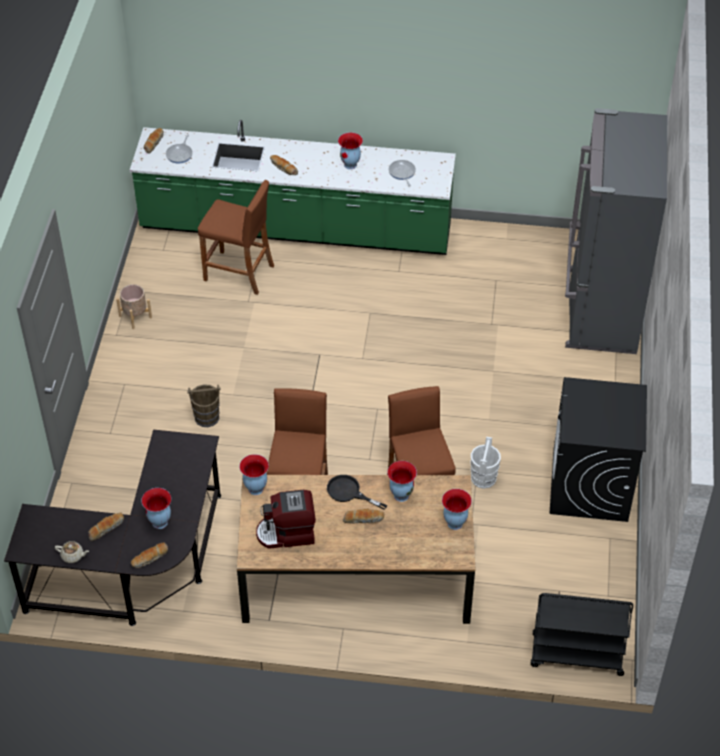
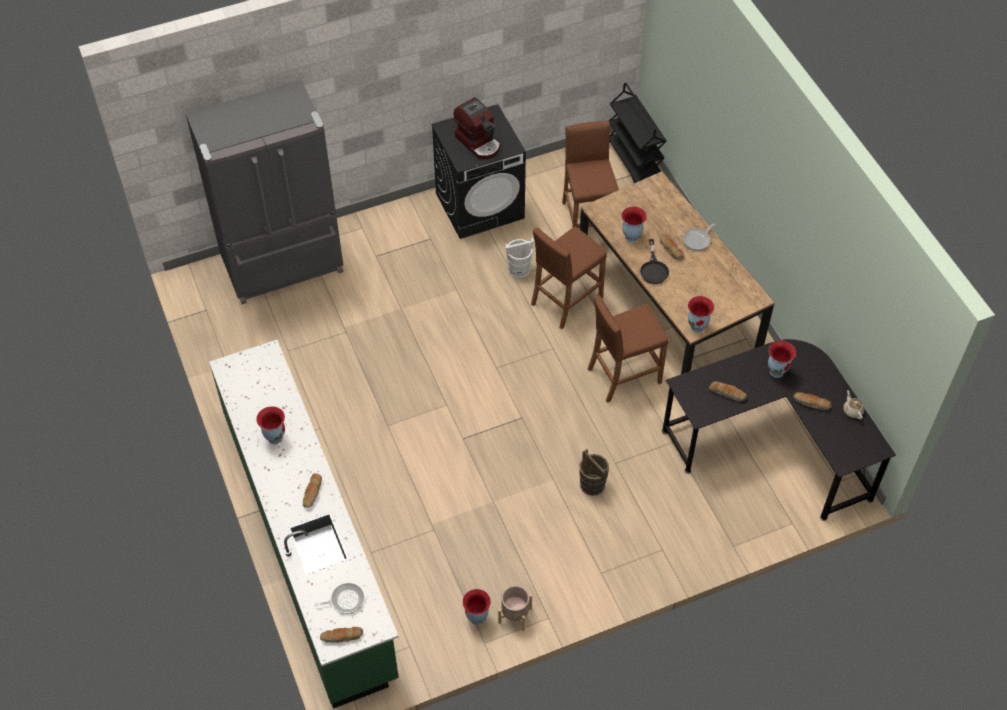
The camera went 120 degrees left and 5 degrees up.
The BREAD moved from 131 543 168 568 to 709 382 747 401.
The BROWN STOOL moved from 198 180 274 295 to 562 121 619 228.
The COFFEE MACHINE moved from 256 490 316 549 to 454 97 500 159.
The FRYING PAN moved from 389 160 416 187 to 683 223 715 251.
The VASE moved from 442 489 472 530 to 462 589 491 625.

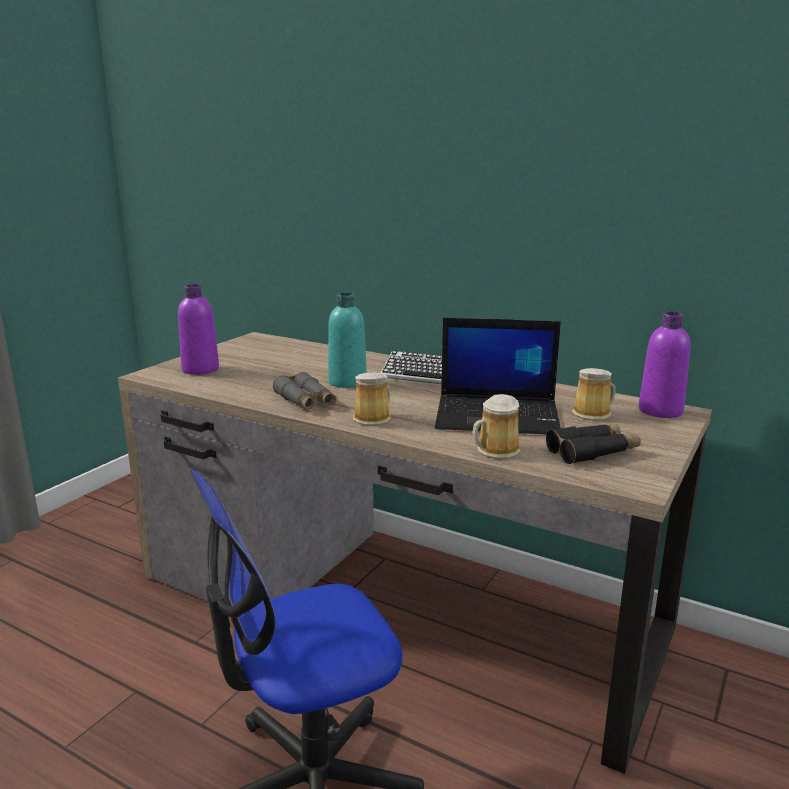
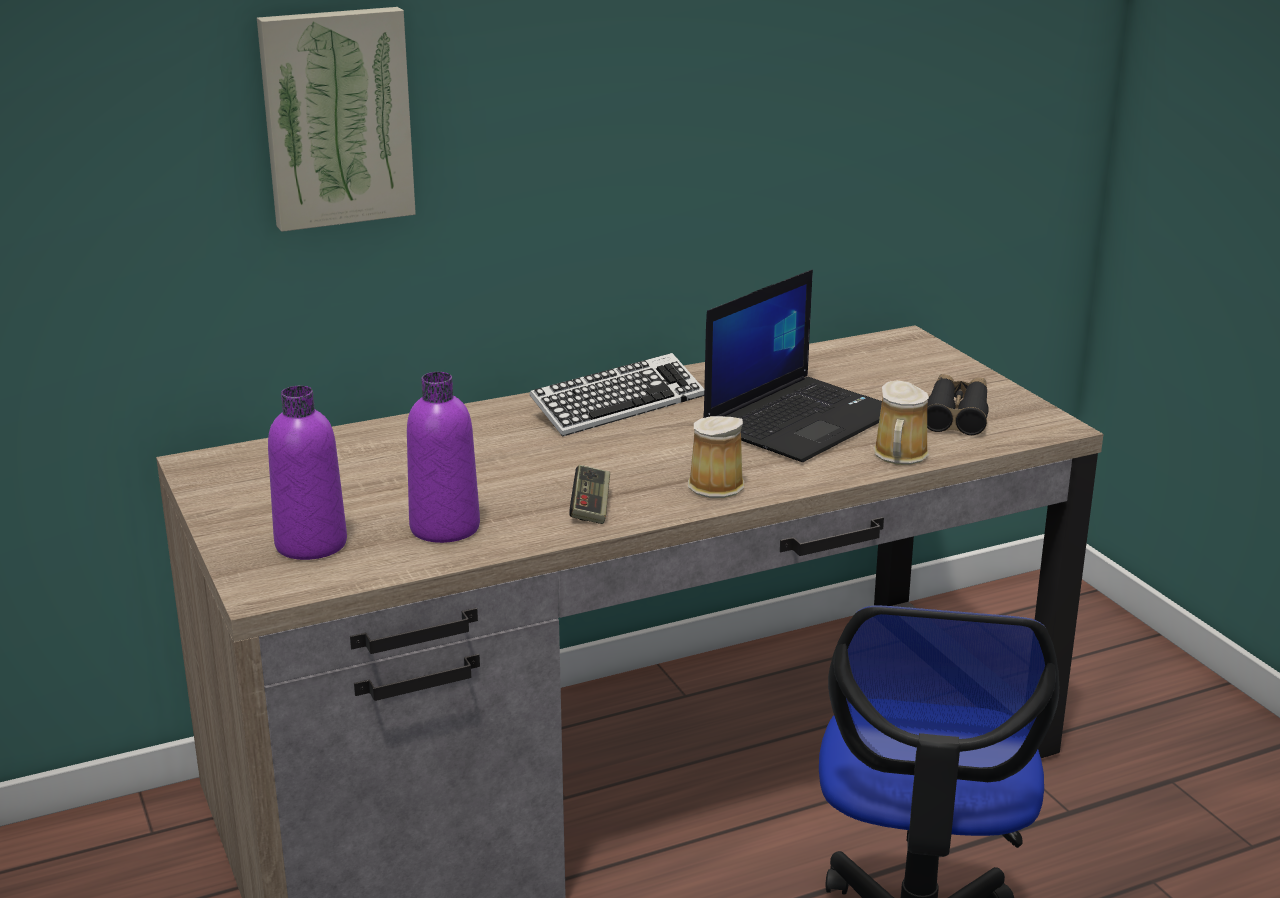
The camera went 55 degrees left and 5 degrees up.
The GREY BINOCULARS at 273 372 337 410 was replaced by the GAME CONTROLLER at 570 465 610 524.
The TURQUOISE BOTTLE at 328 293 367 388 disappeared.
The MUG at 573 368 616 421 disappeared.
The PURPLE BOTTLE moved from 639 312 691 418 to 407 372 480 543.
The PICTURE at 257 7 416 232 appeared.

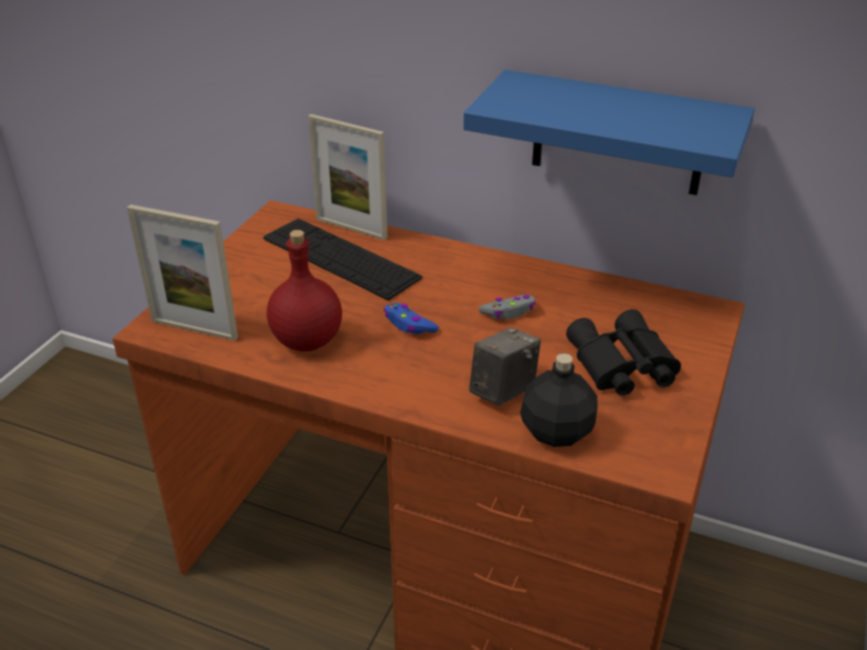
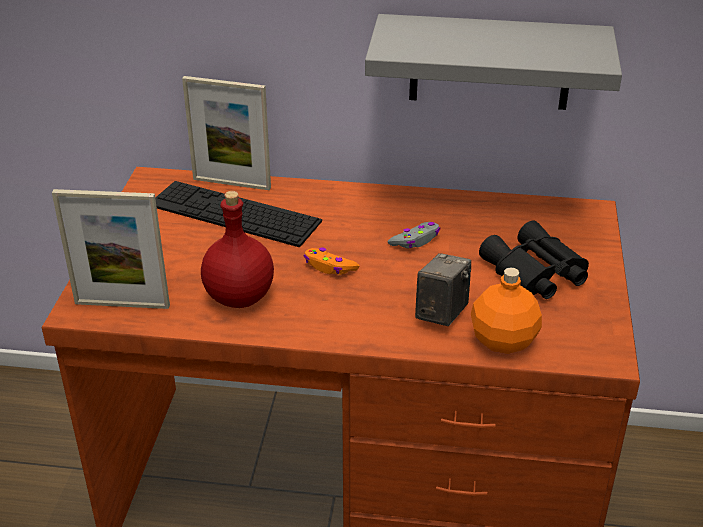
The camera went 15 degrees left and 0 degrees up.
The BLUE GAME CONTROLLER at 384 303 439 334 became the ORANGE GAME CONTROLLER at 304 248 360 275.
The BLUE SHELF at 463 70 755 195 became the GREY SHELF at 365 14 622 110.
The BLACK BOTTLE at 520 353 597 447 became the ORANGE BOTTLE at 471 267 542 354.

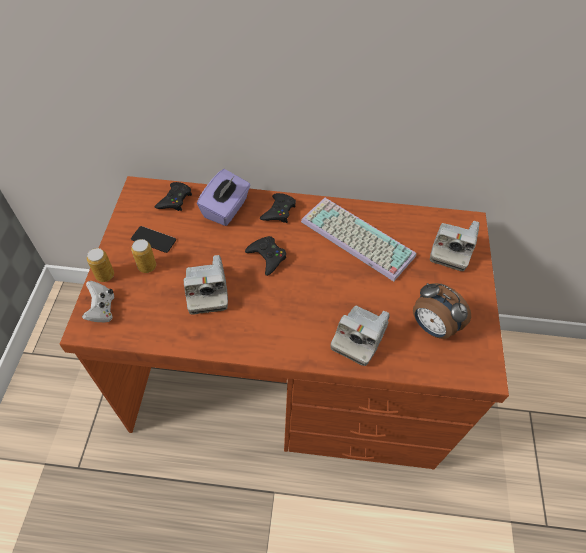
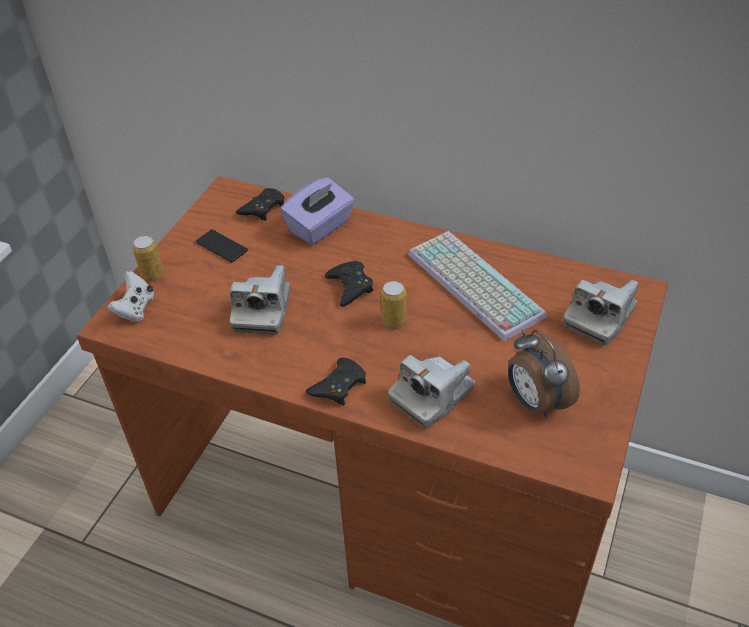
The camera went 20 degrees right and 10 degrees down.
The CAN moved from 131 239 156 273 to 381 281 406 328.
The BLACK GAME CONTROLLER moved from 260 193 296 223 to 306 358 366 406.

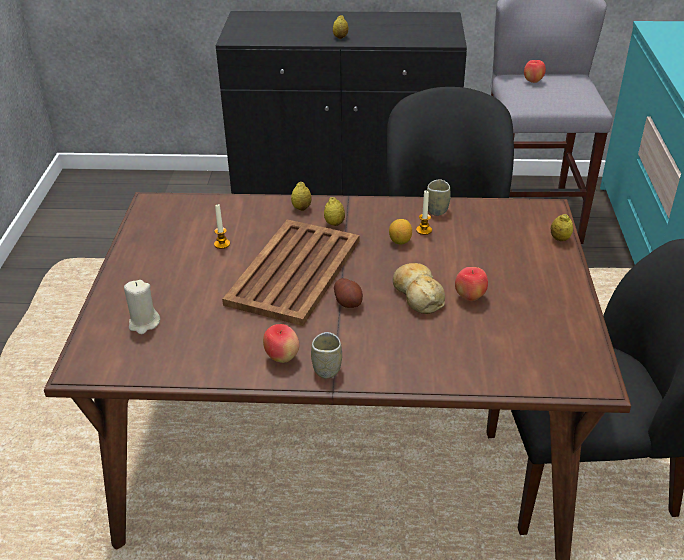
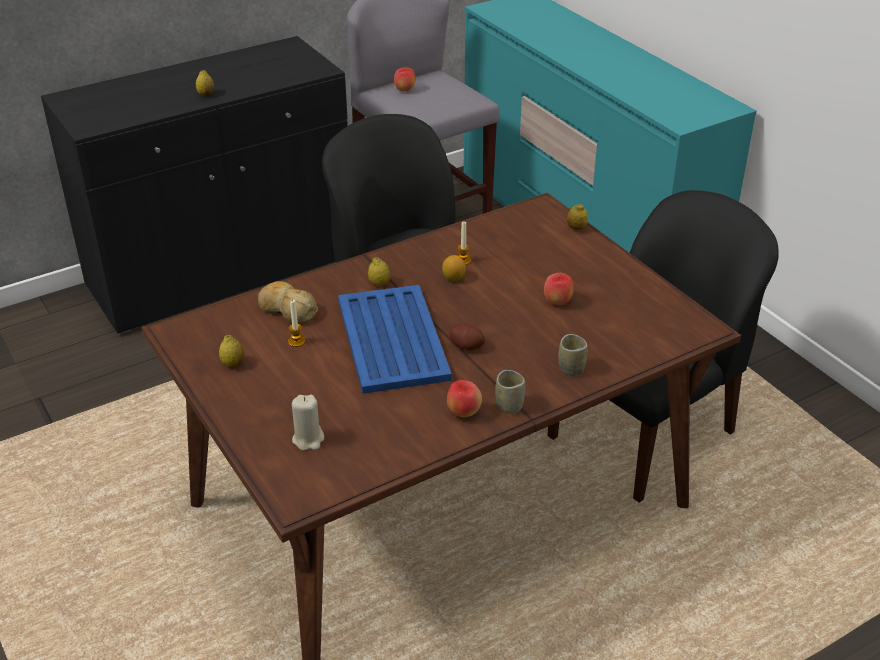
The camera went 35 degrees left and 0 degrees up.
The BROWN TRAY at 222 219 360 326 became the BLUE TRAY at 338 285 452 394.
The LEMON moved from 291 182 312 211 to 219 335 244 367.
The BREAD moved from 393 263 445 314 to 258 281 318 323.
The CUP moved from 427 179 451 216 to 558 334 588 376.

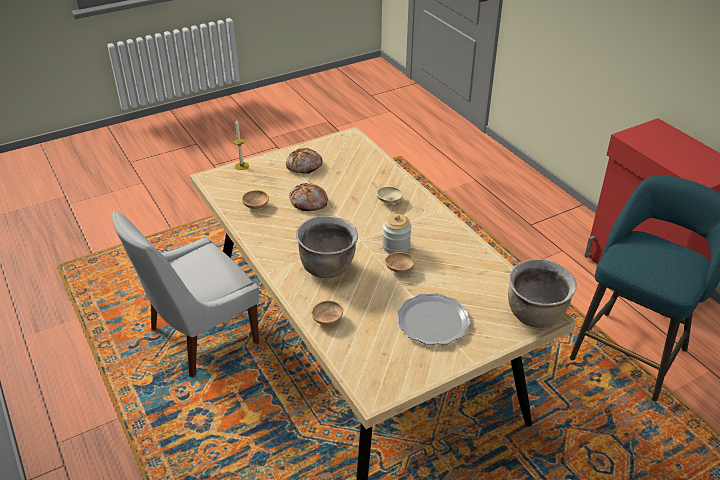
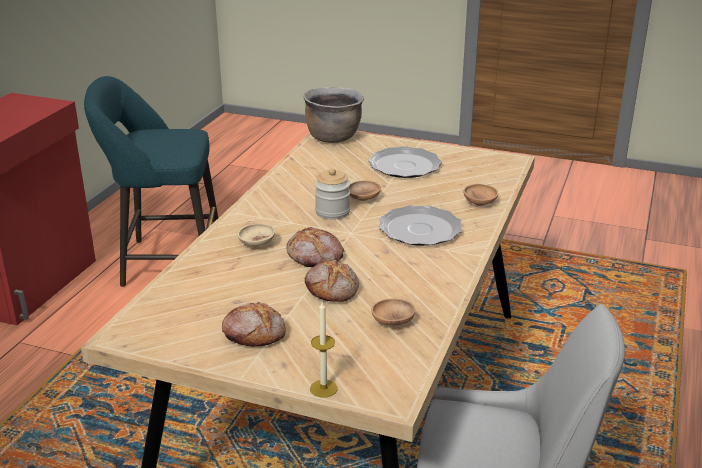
The camera went 130 degrees left and 10 degrees down.
The BROWN COOKING POT at 296 216 358 278 was replaced by the PLATE at 379 205 462 246.
The BREAD at 286 227 344 267 appeared.

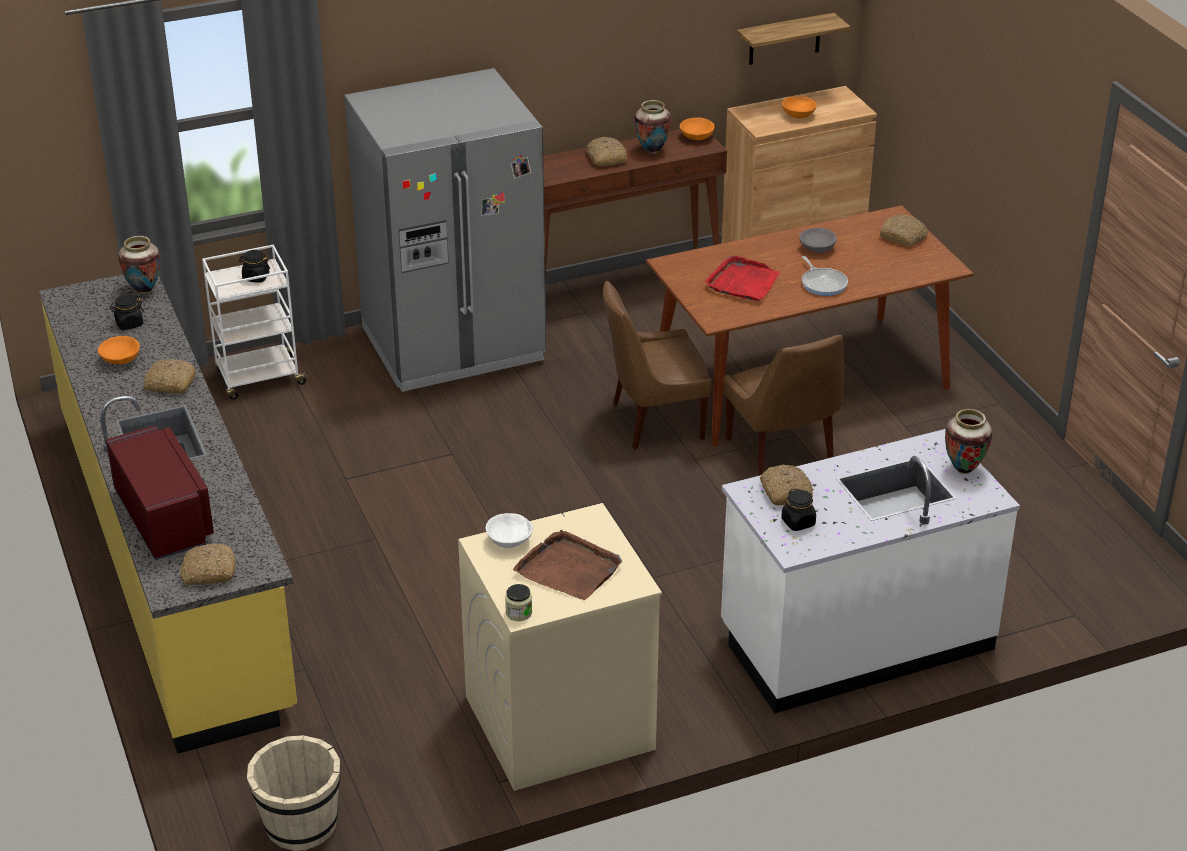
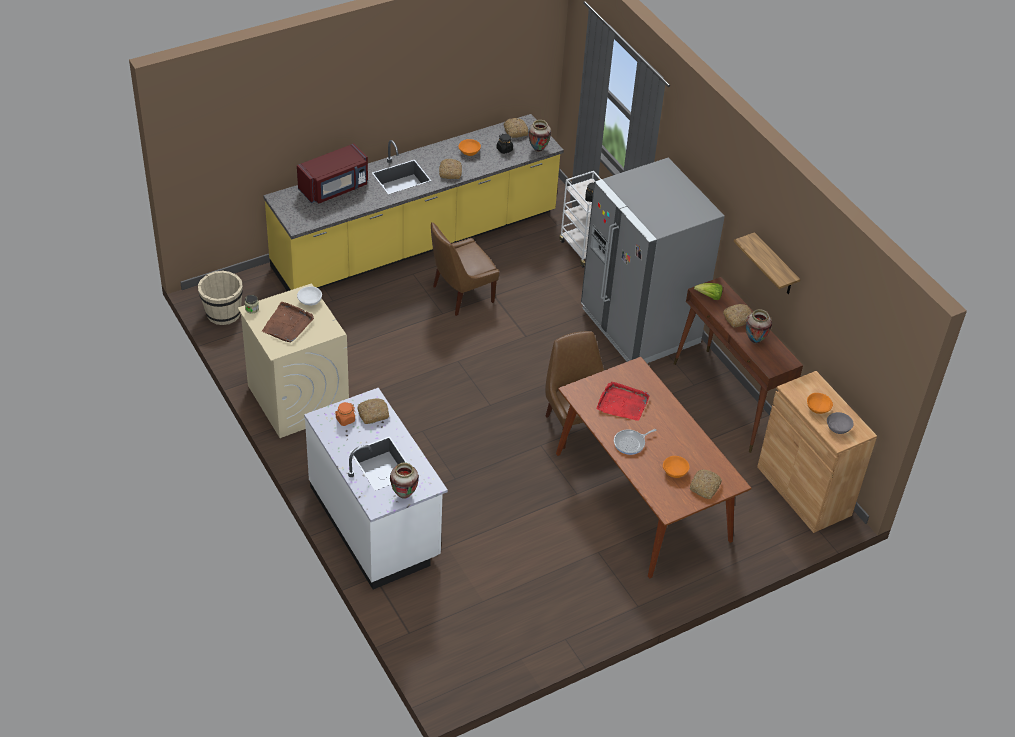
The camera went 80 degrees right and 10 degrees up.
The BREAD moved from 180 543 236 585 to 503 118 528 138.
The ORANGE BOWL moved from 680 117 715 140 to 663 456 690 478.
The BROWN CHAIR moved from 723 335 844 476 to 431 222 499 316.
The SHELF moved from 737 13 850 65 to 734 232 800 294.
The BLACK JAR at 781 488 816 531 became the ORANGE JAR at 335 402 355 426.
The GREY BOWL moved from 799 228 837 253 to 827 412 854 434.
The LETTUCE at 694 283 723 300 appeared.

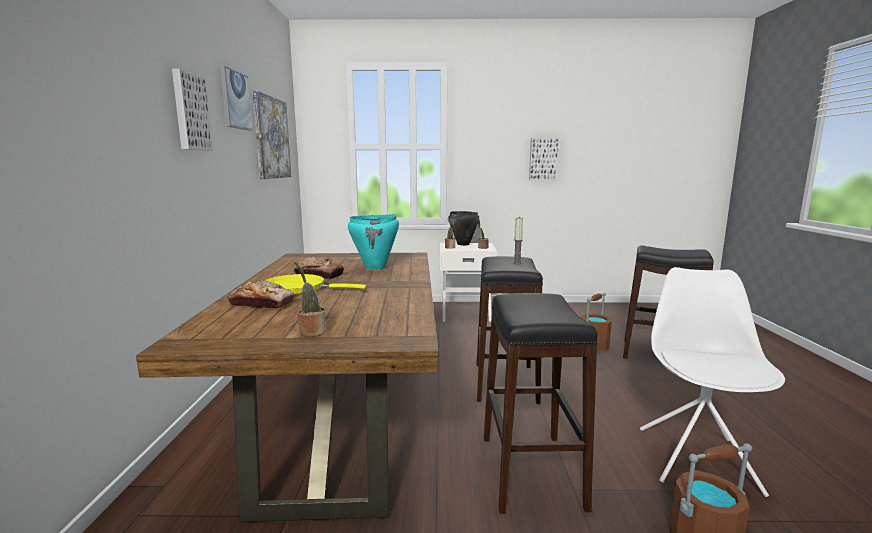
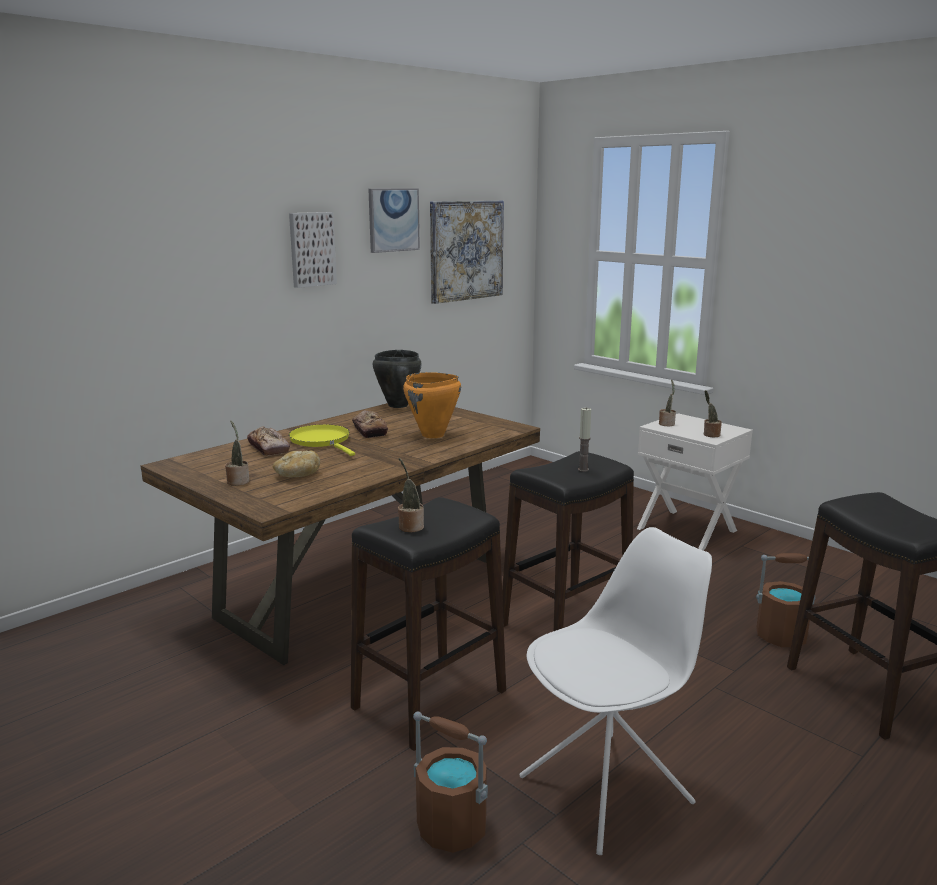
The camera went 45 degrees right and 5 degrees up.
The TURQUOISE COOKING POT at 348 214 399 270 became the ORANGE COOKING POT at 403 372 461 438.
The BLACK COOKING POT moved from 448 211 479 245 to 373 350 422 408.
The PICTURE at 529 138 560 181 disappeared.
The BREAD at 273 451 320 477 appeared.
The POTTED PLANT at 398 458 424 532 appeared.

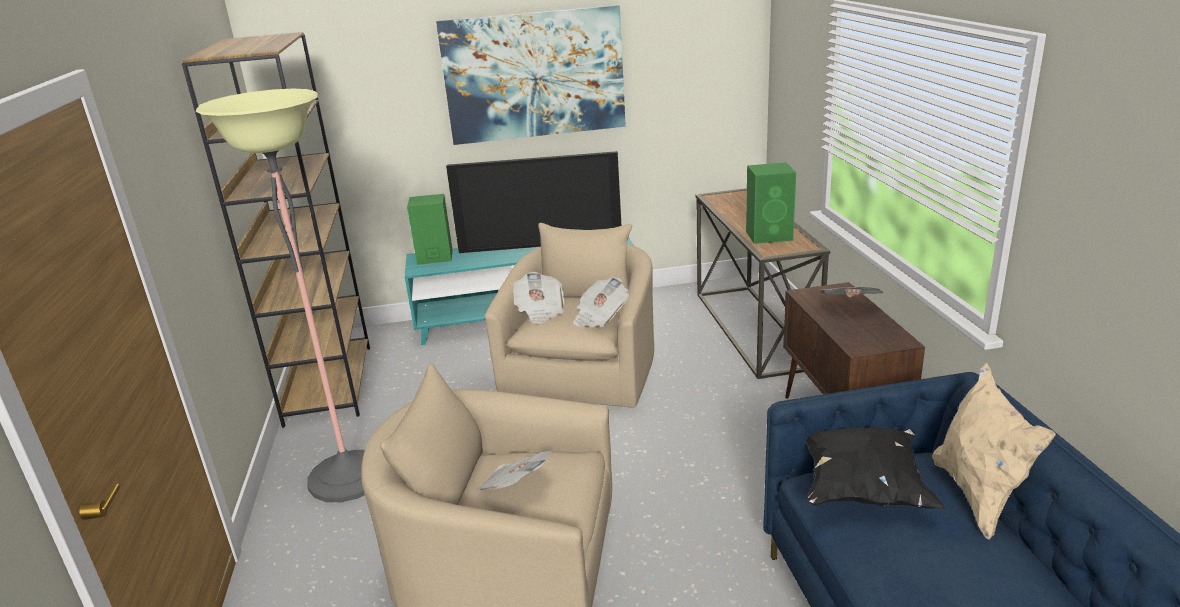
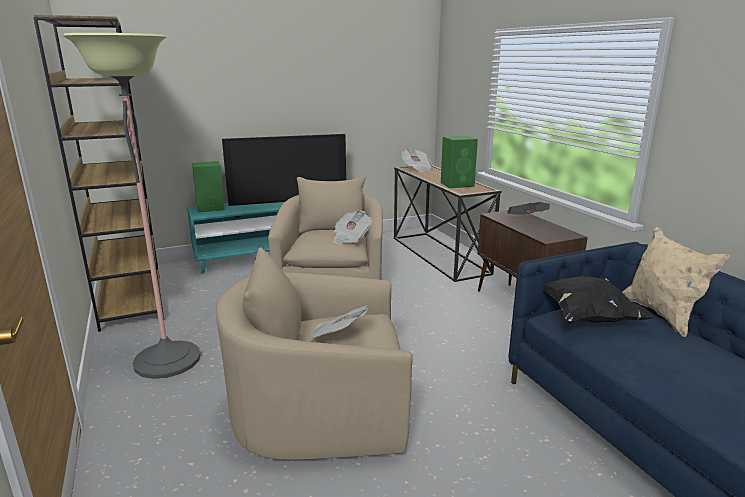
The camera went 15 degrees left and 5 degrees down.
The PICTURE at 436 5 626 145 disappeared.
The NEWSPAPER moved from 513 272 564 324 to 401 148 433 172.

